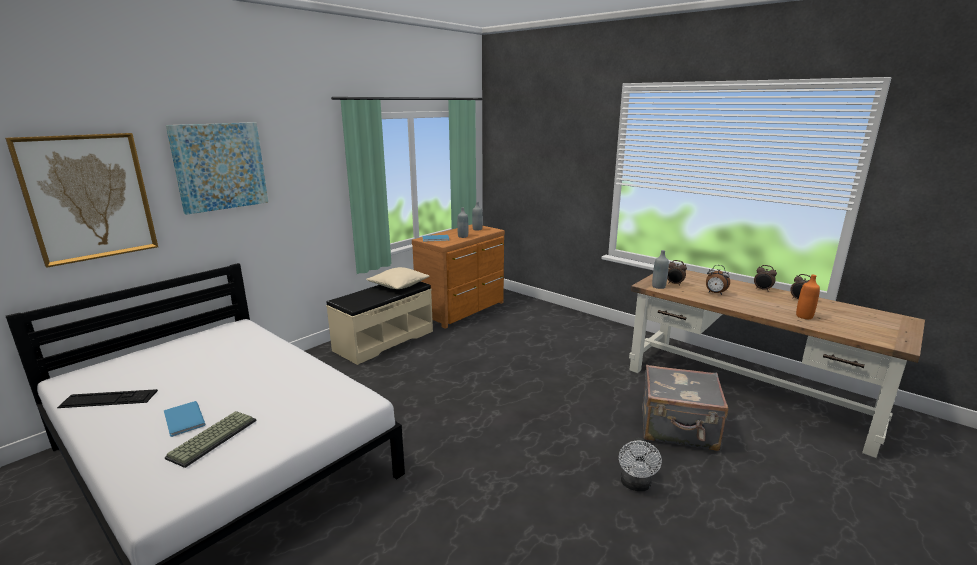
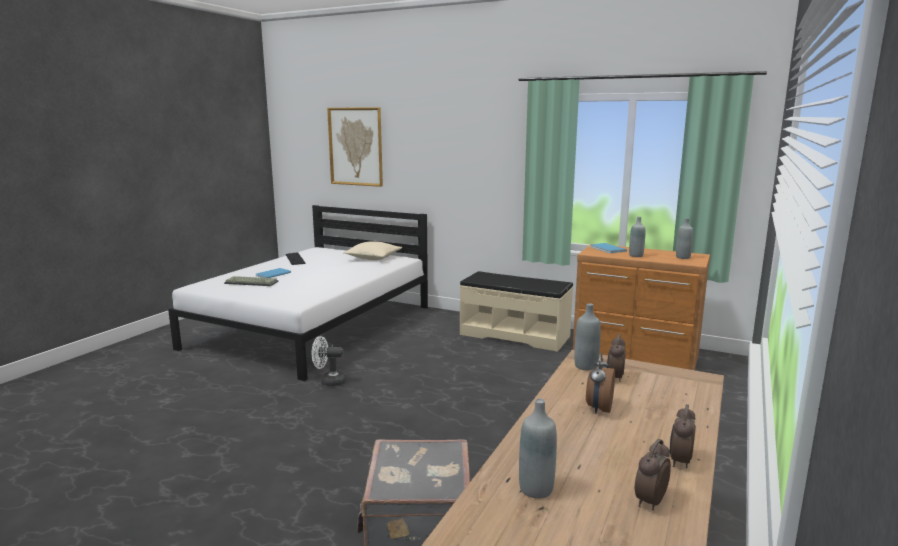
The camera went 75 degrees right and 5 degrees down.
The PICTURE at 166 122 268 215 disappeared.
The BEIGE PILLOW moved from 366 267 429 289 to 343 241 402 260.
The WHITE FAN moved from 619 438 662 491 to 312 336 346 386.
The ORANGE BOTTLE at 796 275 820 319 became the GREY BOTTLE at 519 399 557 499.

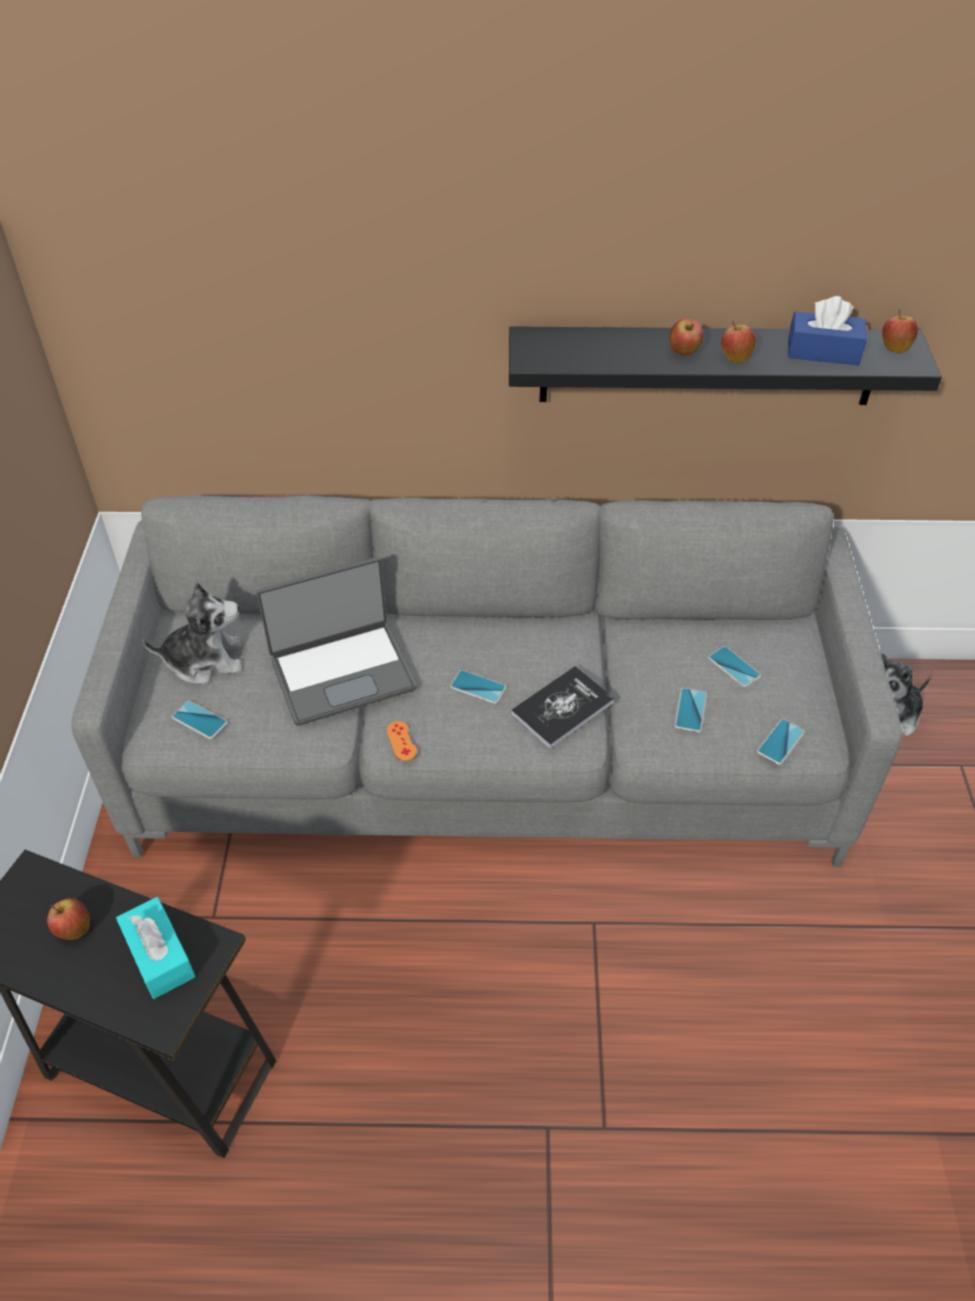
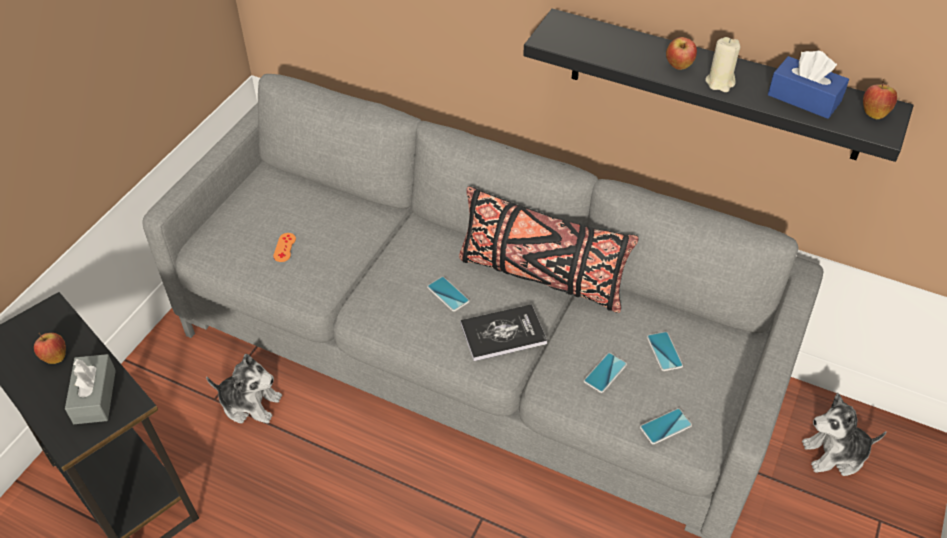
The camera went 25 degrees right and 0 degrees up.
The TURQUOISE TISSUE BOX at 116 897 196 999 became the GREY TISSUE BOX at 65 354 116 424.
The PLUSH TOY moved from 142 582 242 684 to 206 354 282 424.
The PHONE at 172 701 228 739 disappeared.
The LAPTOP at 256 557 416 726 disappeared.
The ORANGE GAME CONTROLLER moved from 387 721 417 761 to 273 233 296 262.
The APPLE at 721 321 756 363 was replaced by the BEIGE CANDLE at 705 37 740 92.
The BLACK PILLOW at 459 186 639 313 appeared.

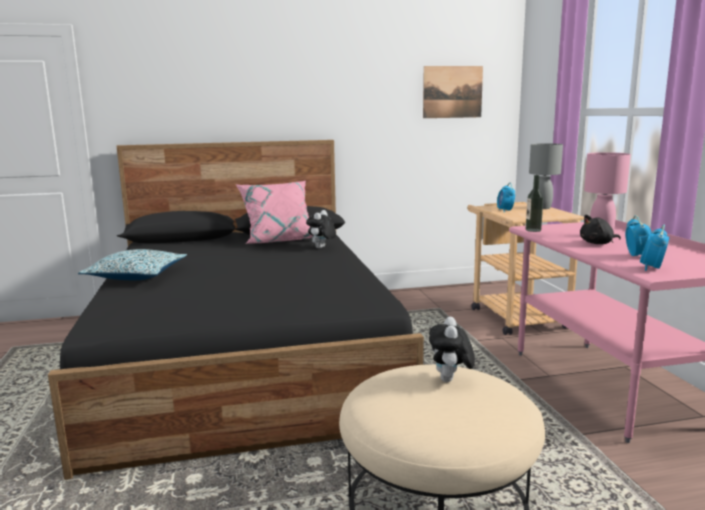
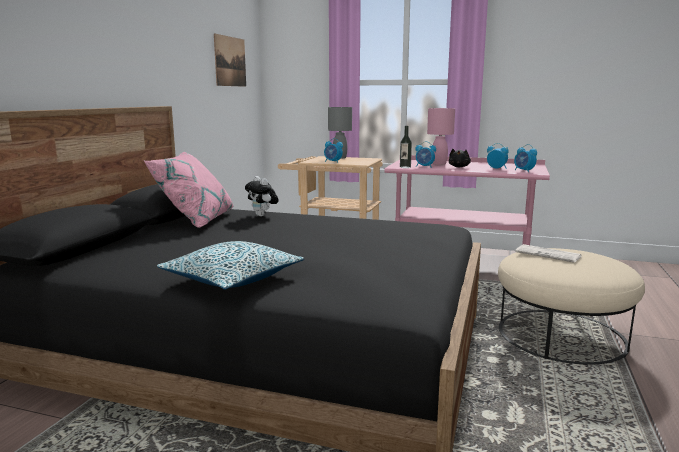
The camera went 60 degrees left and 0 degrees up.
The PLUSH TOY at 429 317 475 382 was replaced by the NEWSPAPER at 515 244 581 262.
The ALARM CLOCK at 415 141 436 167 appeared.

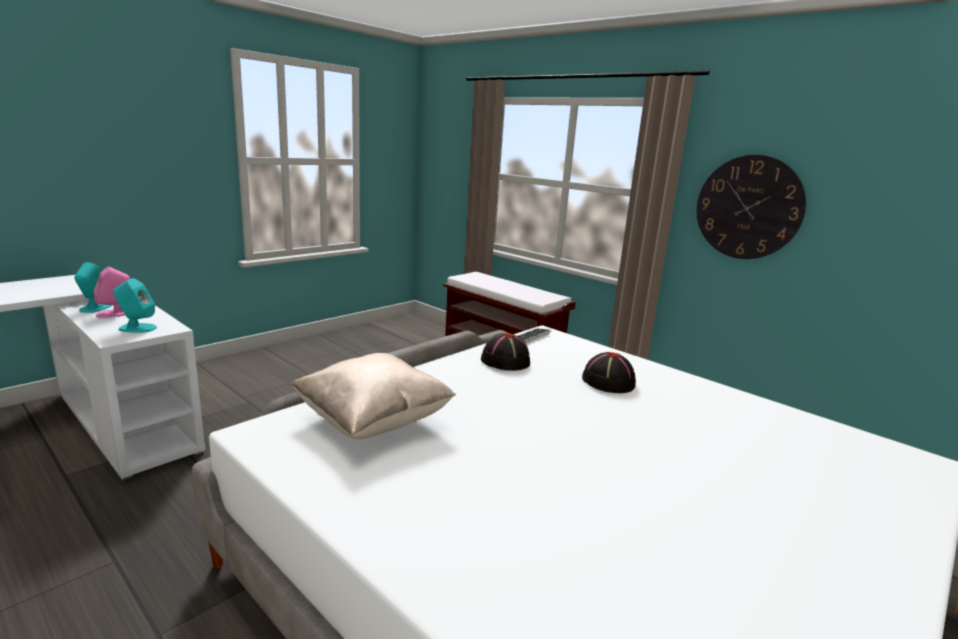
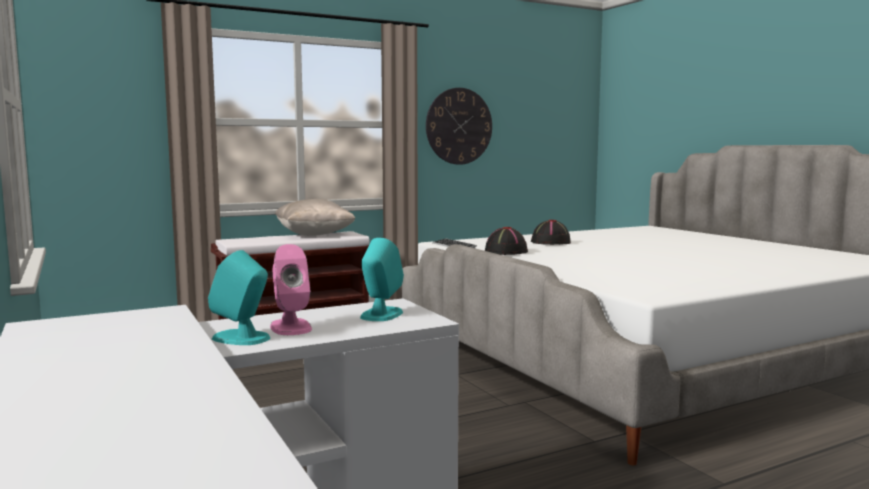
The camera went 70 degrees left and 10 degrees down.
The BEIGE PILLOW moved from 291 353 456 439 to 275 199 355 236.

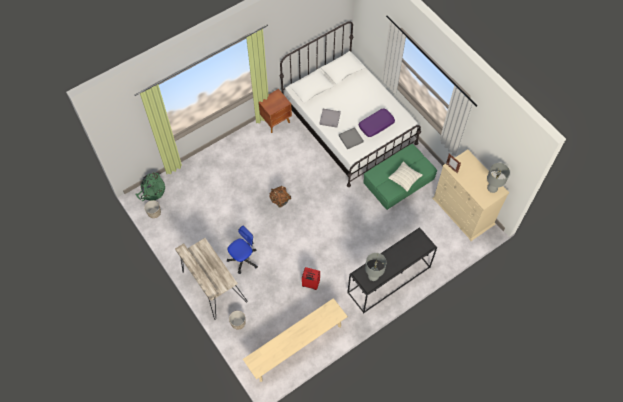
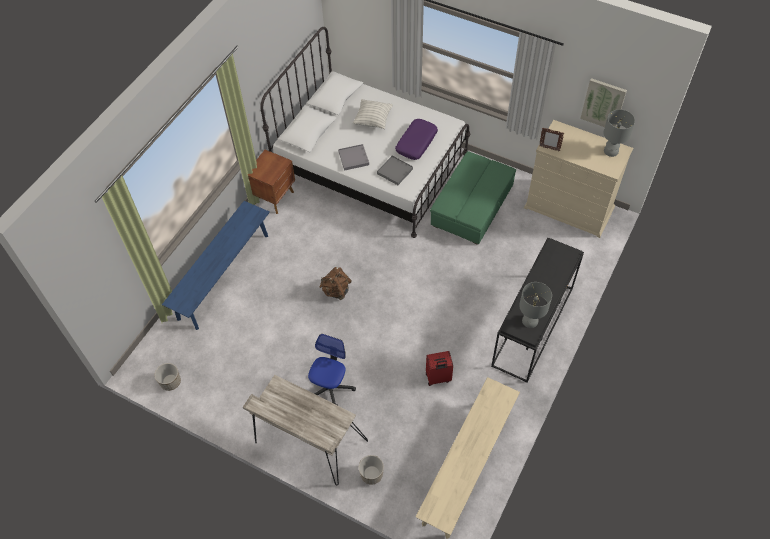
The camera went 25 degrees left and 5 degrees down.
The GREEN BACKPACK at 135 172 165 201 disappeared.
The PILLOW moved from 388 161 422 192 to 353 99 393 129.
The BLUE BENCH at 162 201 270 330 appeared.
The PICTURE at 580 78 627 127 appeared.

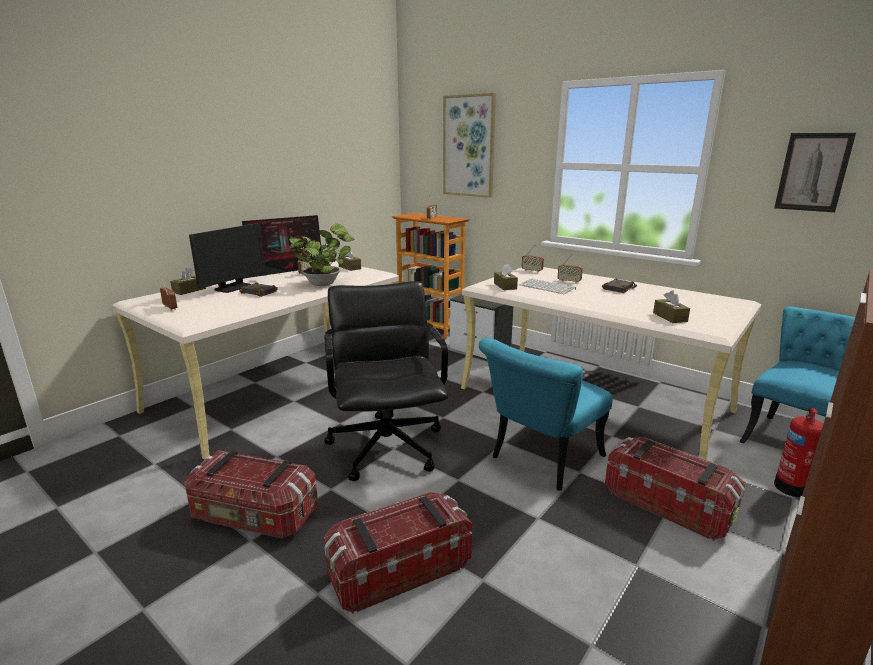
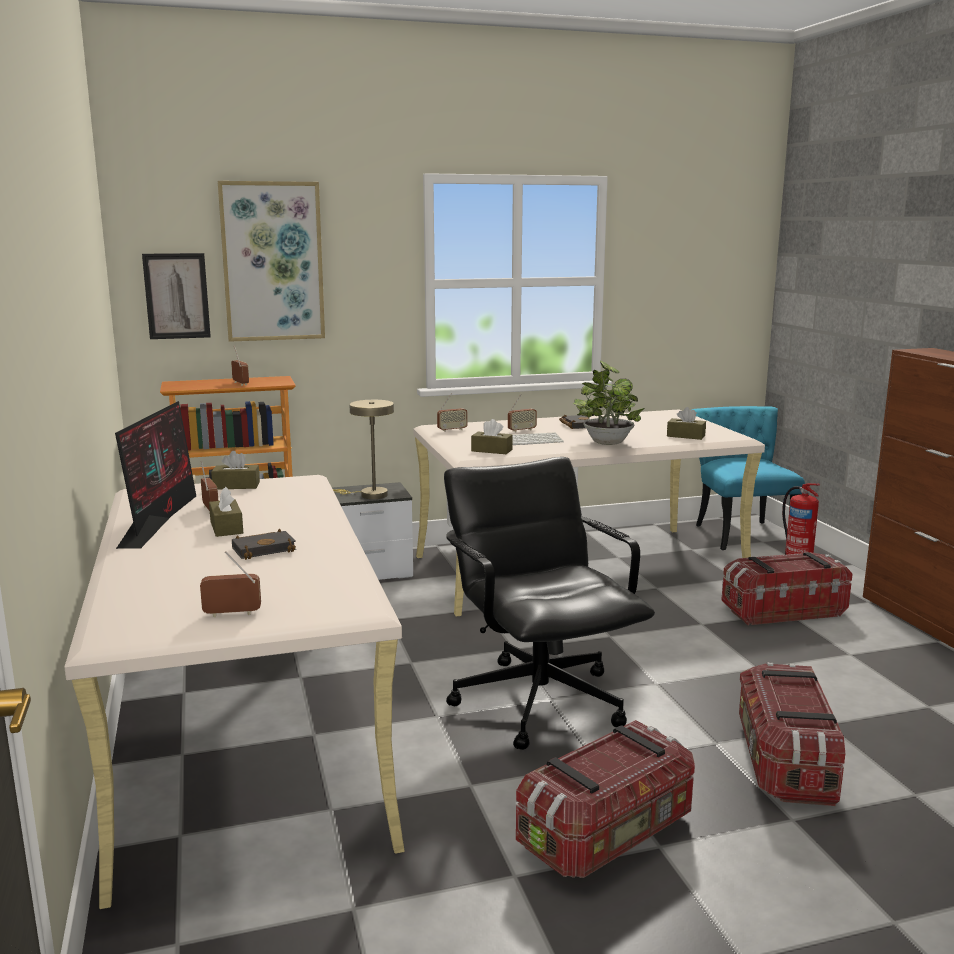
The camera went 55 degrees left and 5 degrees down.
The BROWN TISSUE BOX moved from 170 268 206 295 to 209 487 243 537.
The MONITOR at 189 223 265 293 disappeared.
The POTTED PLANT moved from 289 224 355 286 to 573 361 644 445.
The BLACK OFFICE CHAIR at 324 281 448 481 turned 45 degrees clockwise.
The TURQUOISE CHAIR at 479 338 613 491 disappeared.
The PICTURE moved from 774 133 856 212 to 142 253 211 339.
The BEIGE TABLE LAMP at 333 400 394 499 appeared.

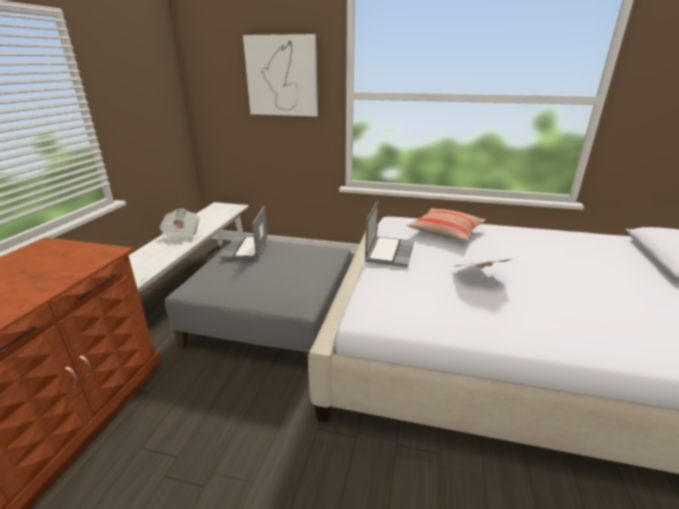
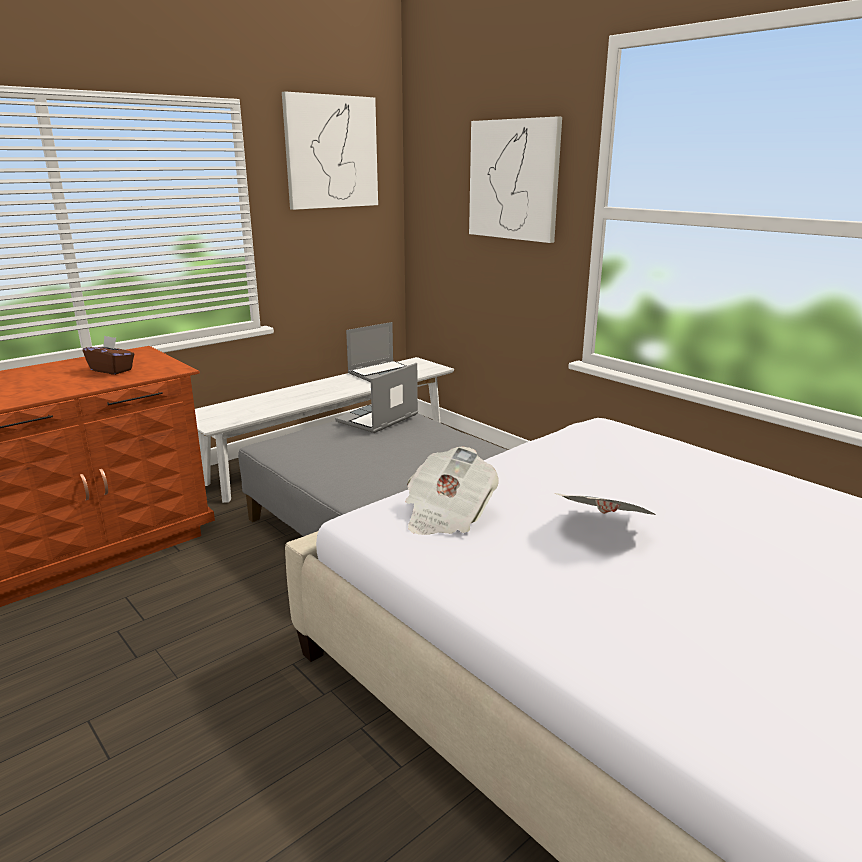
The camera went 35 degrees right and 5 degrees down.
The NEWSPAPER moved from 160 209 200 245 to 405 446 499 535.
The LAPTOP moved from 365 201 414 267 to 346 322 406 382.
The PILLOW at 407 208 486 241 disappeared.
The BROWN TISSUE BOX at 83 335 135 375 appeared.
The PICTURE at 282 91 378 210 appeared.

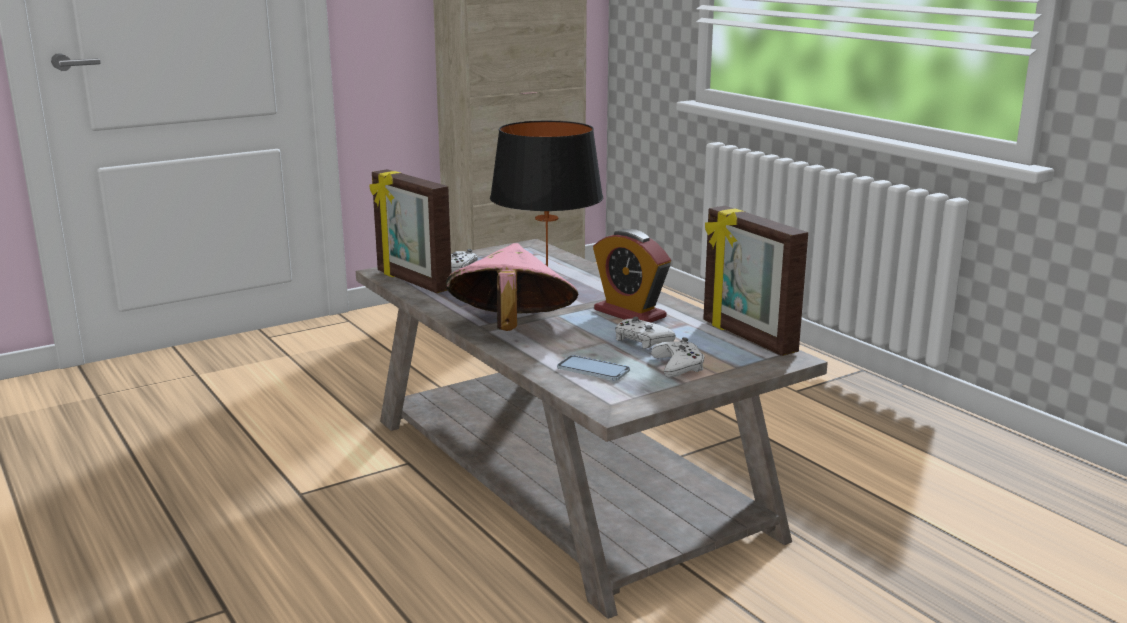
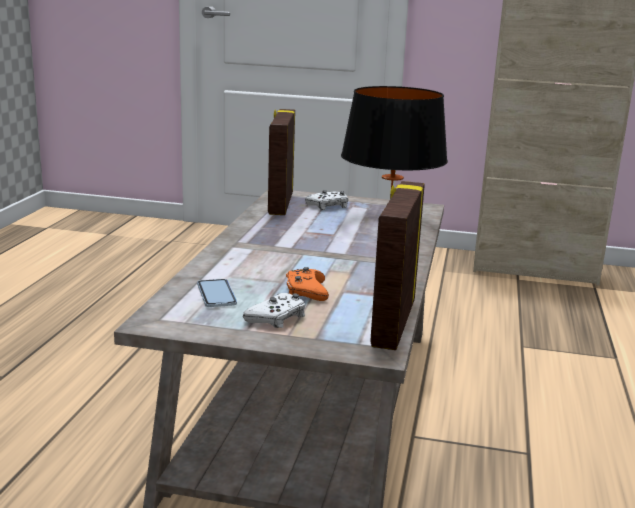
The camera went 45 degrees right and 0 degrees up.
The PINK HAT at 446 243 578 331 disappeared.
The ALARM CLOCK at 593 229 671 323 disappeared.
The WHITE GAME CONTROLLER at 615 317 676 348 became the ORANGE GAME CONTROLLER at 286 267 329 301.

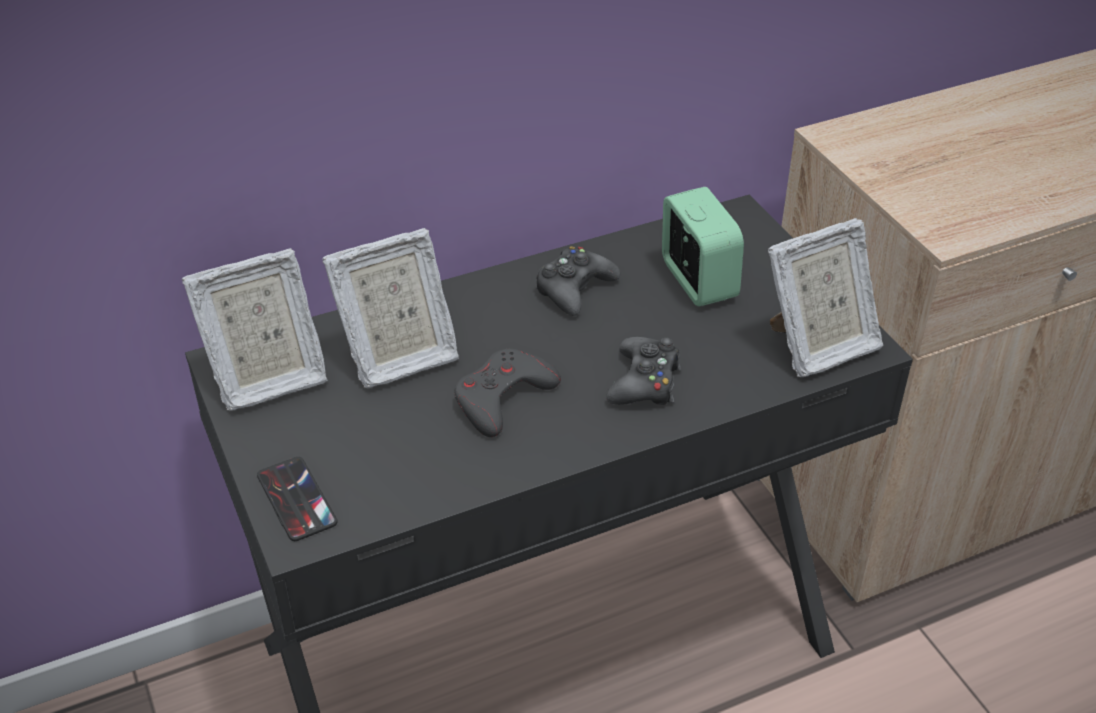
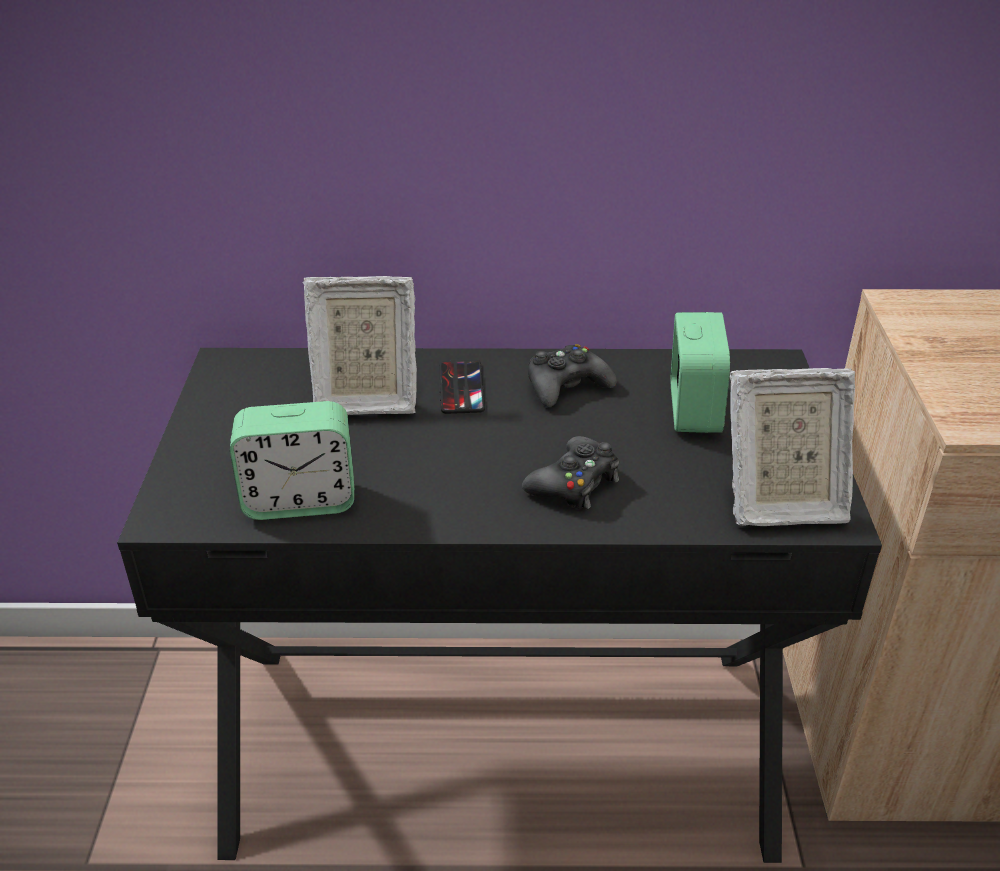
The camera went 25 degrees right and 5 degrees down.
The PICTURE FRAME at 182 248 328 411 disappeared.
The PHONE moved from 257 457 338 541 to 439 360 485 414.
The GREY GAME CONTROLLER at 454 349 561 437 disappeared.
The ALARM CLOCK at 230 401 354 520 appeared.

